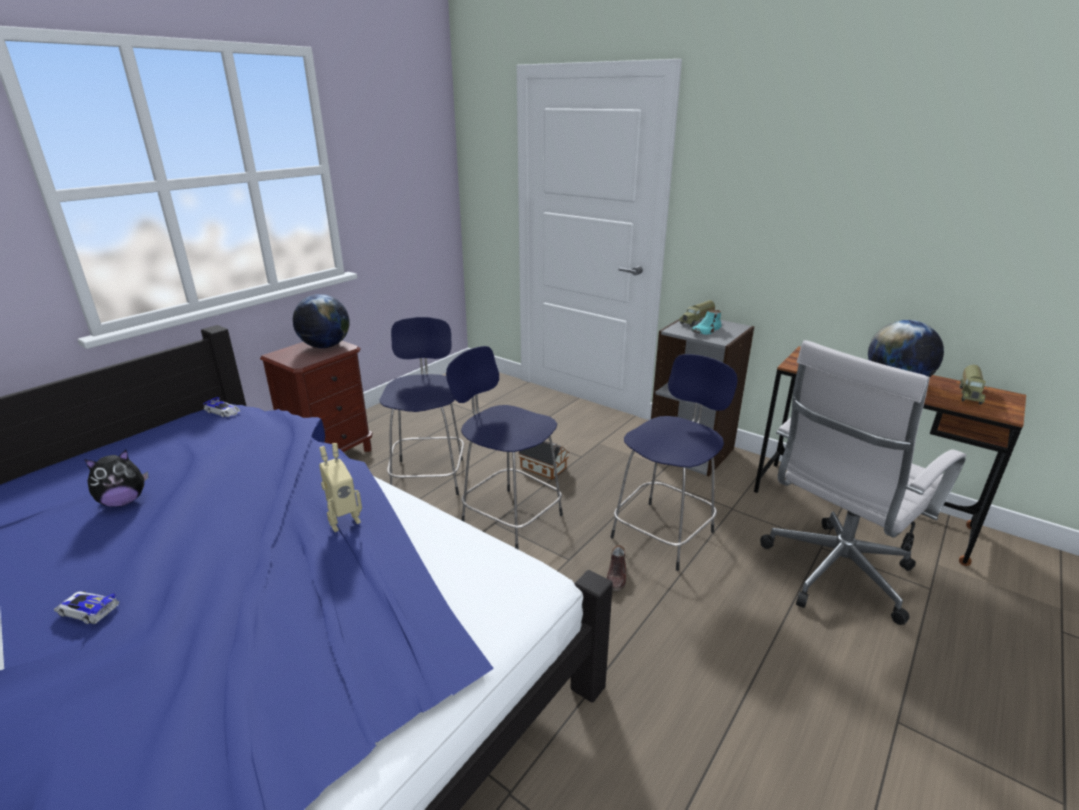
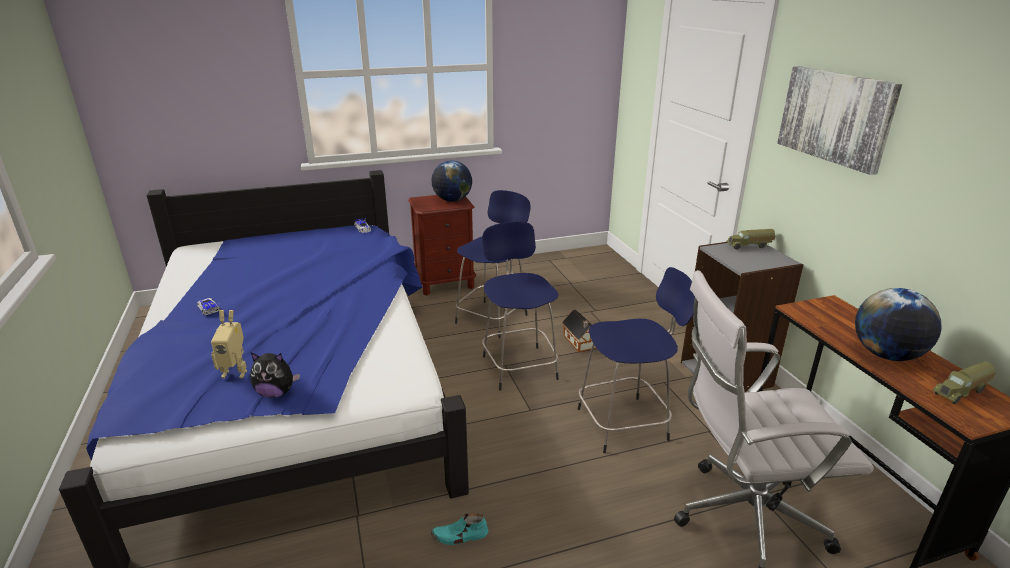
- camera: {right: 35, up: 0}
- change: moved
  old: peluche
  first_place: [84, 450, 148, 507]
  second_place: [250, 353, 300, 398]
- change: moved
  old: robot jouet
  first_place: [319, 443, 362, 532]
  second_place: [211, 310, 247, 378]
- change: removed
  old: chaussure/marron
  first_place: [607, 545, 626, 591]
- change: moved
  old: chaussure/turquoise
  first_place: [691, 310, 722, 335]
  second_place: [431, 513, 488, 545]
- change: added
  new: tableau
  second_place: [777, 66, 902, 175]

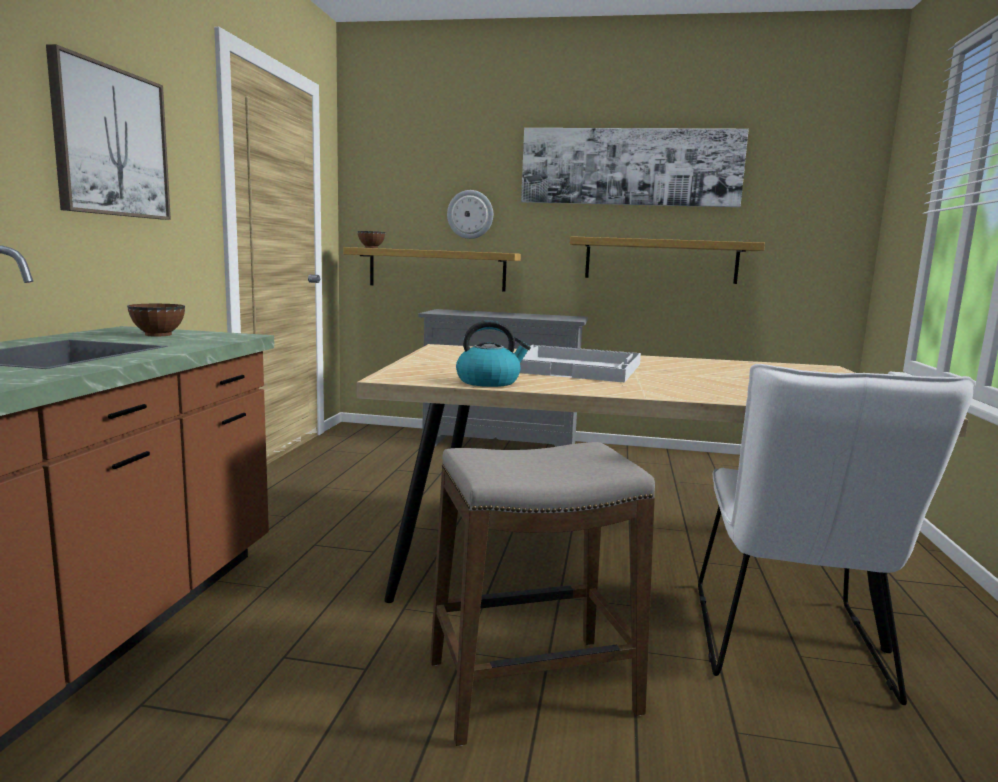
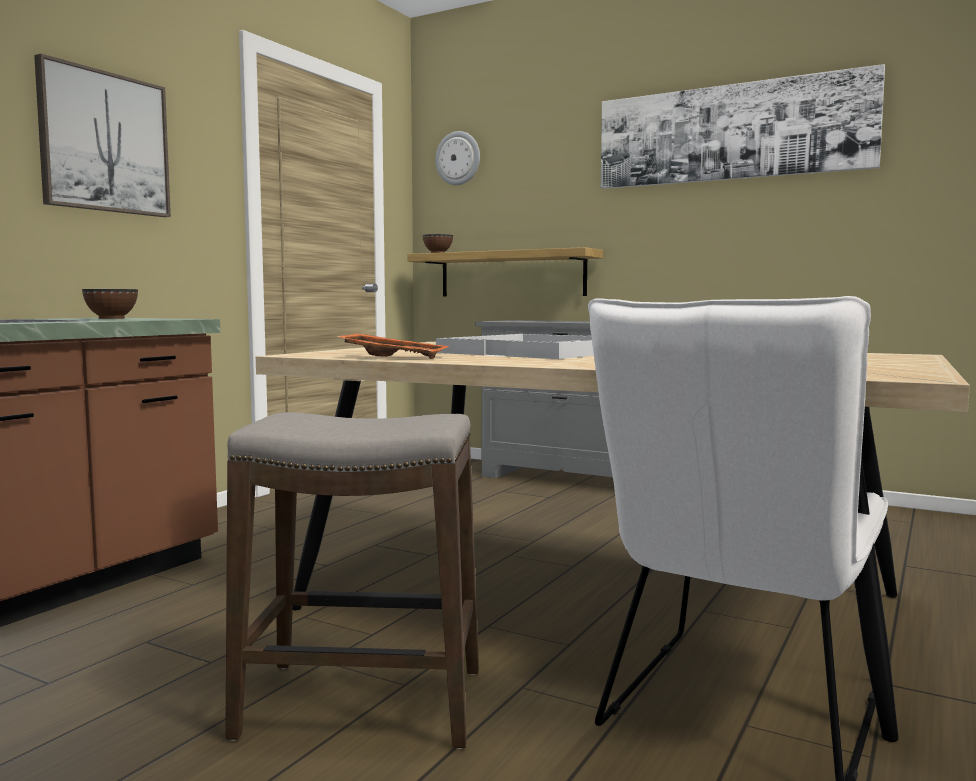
- camera: {right: 20, up: -5}
- change: moved
  old: horloge murale
  first_place: [447, 190, 493, 239]
  second_place: [435, 131, 480, 185]
- change: replaced
  old: bouilloire
  new: plateau/orange
  first_place: [456, 321, 531, 387]
  second_place: [337, 334, 449, 359]
- change: removed
  old: étagère
  first_place: [570, 236, 765, 284]

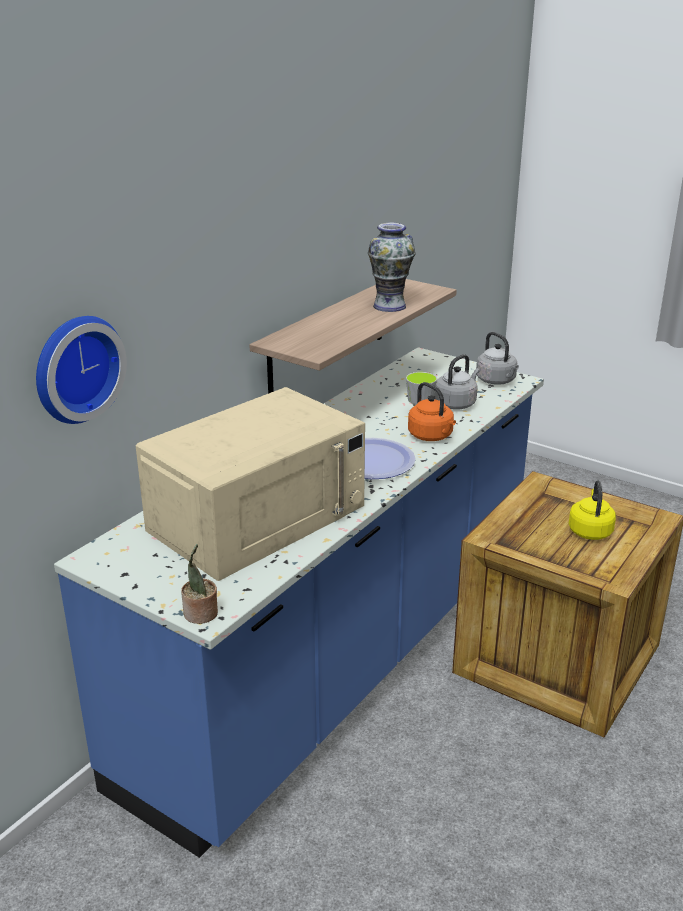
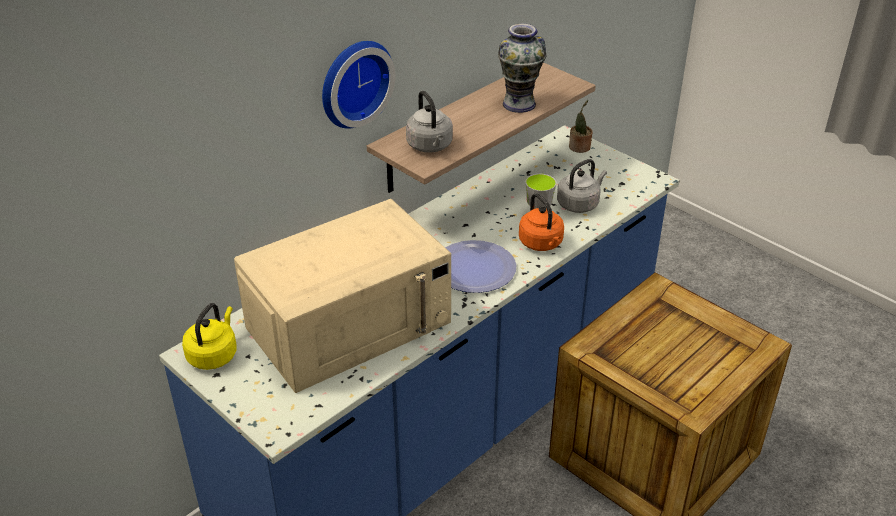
- camera: {right: 10, up: 10}
- change: moved
  old: horloge murale
  first_place: [36, 316, 127, 424]
  second_place: [322, 41, 395, 129]
- change: moved
  old: plante en pot
  first_place: [181, 544, 218, 624]
  second_place: [569, 100, 593, 153]
- change: moved
  old: bouilloire/gris
  first_place: [476, 332, 519, 385]
  second_place: [406, 91, 453, 153]
- change: moved
  old: bouilloire/jaune
  first_place: [568, 480, 616, 540]
  second_place: [182, 303, 237, 370]

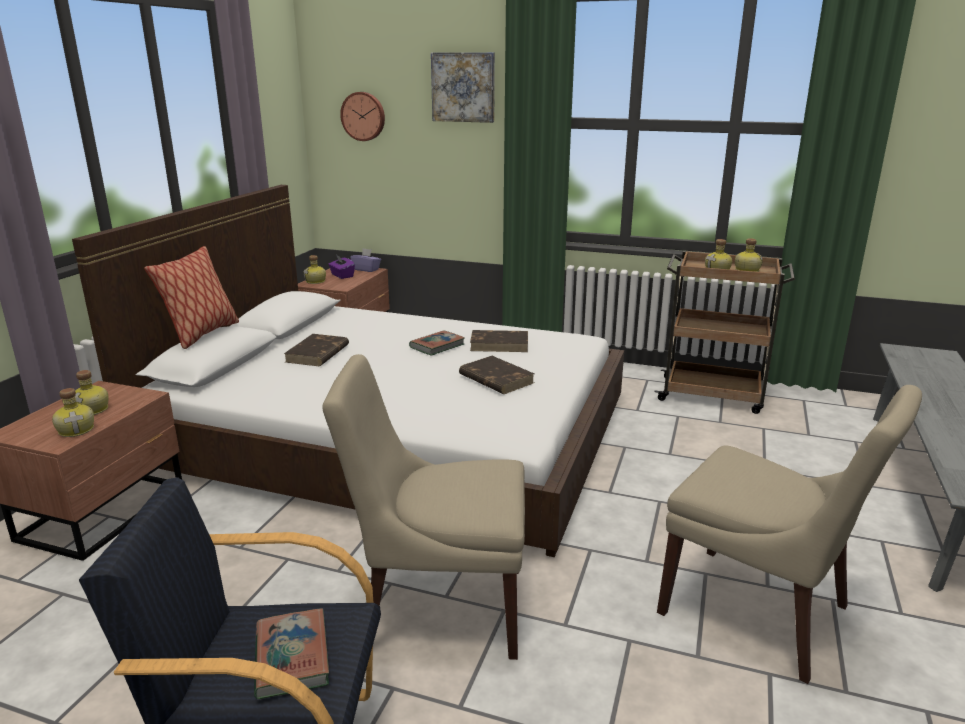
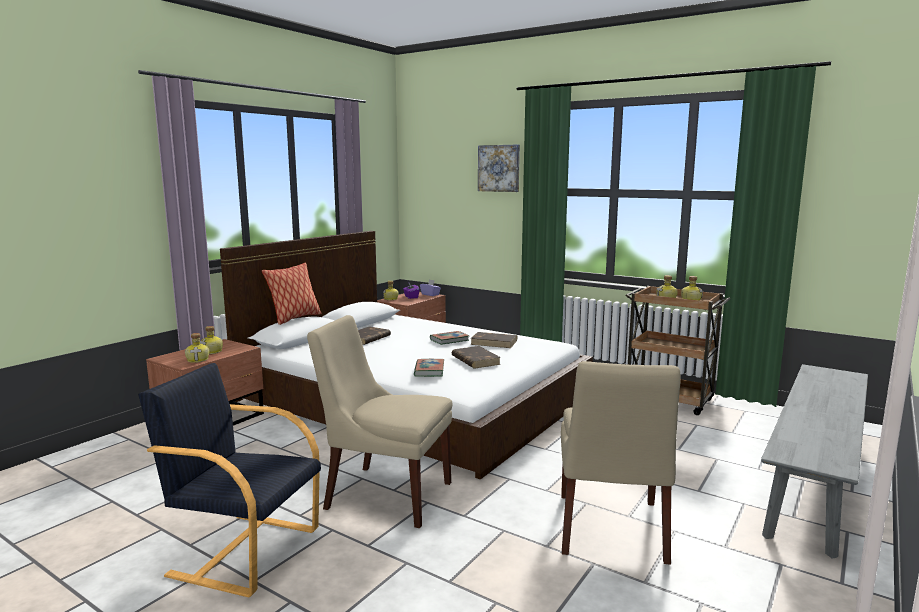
- camera: {right: 15, up: -10}
- change: moved
  old: livre
  first_place: [254, 608, 329, 700]
  second_place: [414, 359, 444, 377]
- change: removed
  old: horloge murale
  first_place: [340, 92, 385, 141]
- change: turned
  old: chaise/beige
  first_place: [657, 385, 922, 684]
  second_place: [561, 361, 681, 565]
  degrees: 45

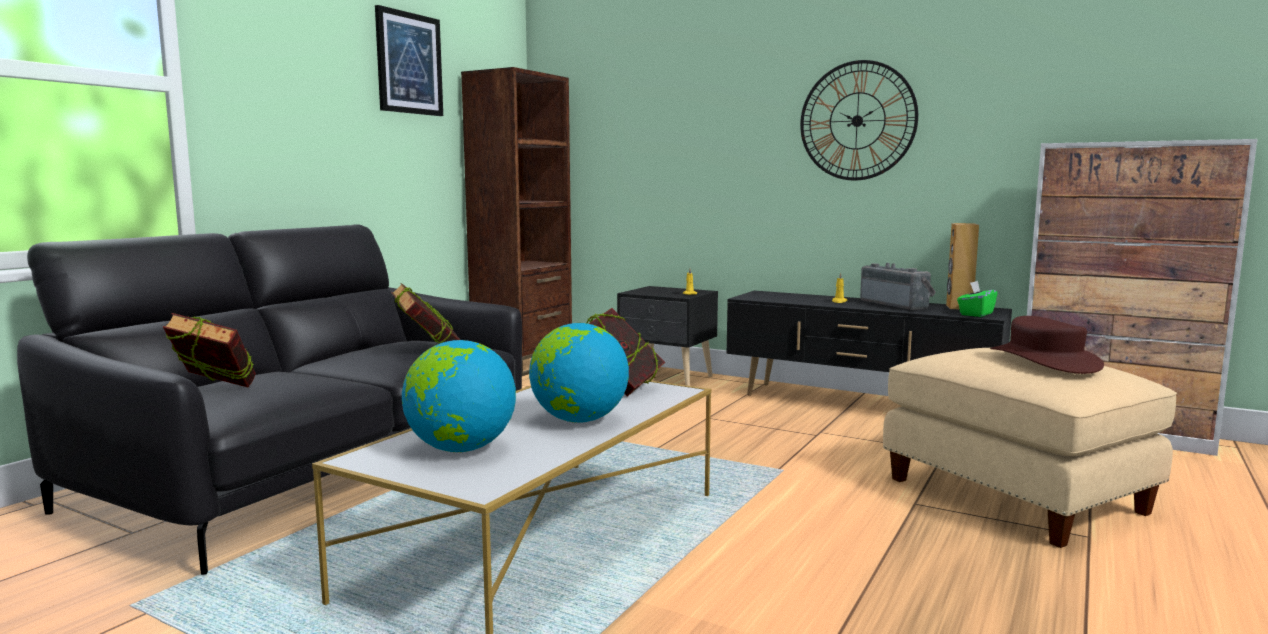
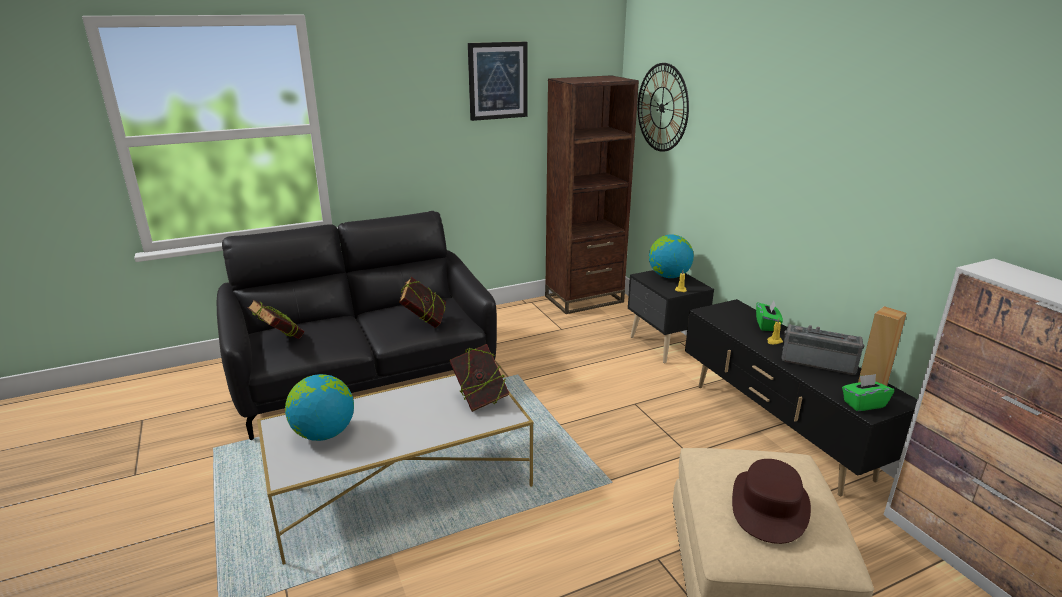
- camera: {right: 35, up: 15}
- change: moved
  old: globe
  first_place: [529, 323, 629, 423]
  second_place: [649, 234, 694, 278]
- change: moved
  old: horloge murale
  first_place: [800, 60, 918, 181]
  second_place: [638, 63, 689, 152]
- change: turned
  old: radio
  first_place: [860, 263, 936, 310]
  second_place: [781, 324, 864, 375]
  degrees: -75
- change: added
  new: boîte à mouchoirs/vert
  second_place: [756, 301, 783, 331]

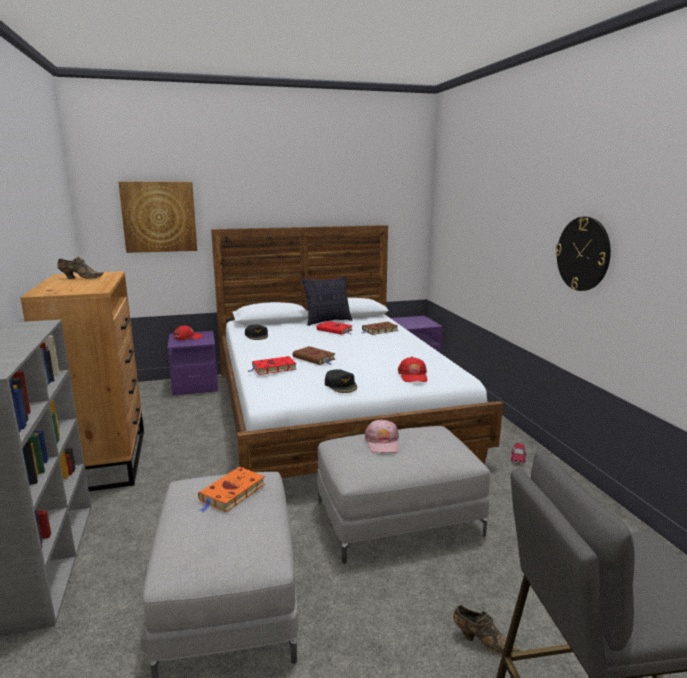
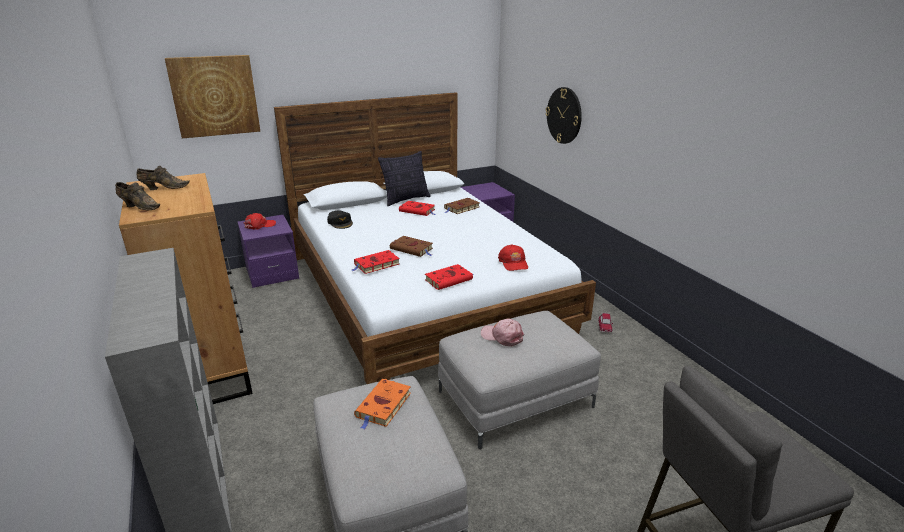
- camera: {right: -10, up: 10}
- change: replaced
  old: casquette/noir
  new: livre/rouge
  first_place: [325, 370, 357, 393]
  second_place: [425, 264, 474, 290]
- change: turned
  old: casquette/rose
  first_place: [364, 419, 399, 453]
  second_place: [481, 319, 524, 347]
  degrees: 135
- change: moved
  old: chaussure/marron
  first_place: [453, 605, 519, 655]
  second_place: [115, 182, 160, 210]
- change: moved
  old: horloge murale
  first_place: [555, 217, 611, 291]
  second_place: [545, 87, 582, 144]

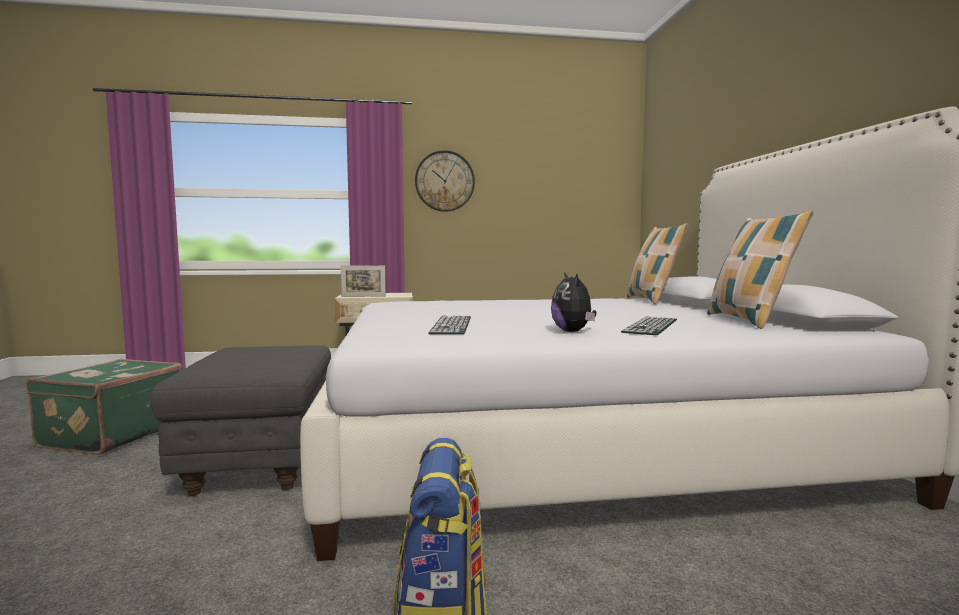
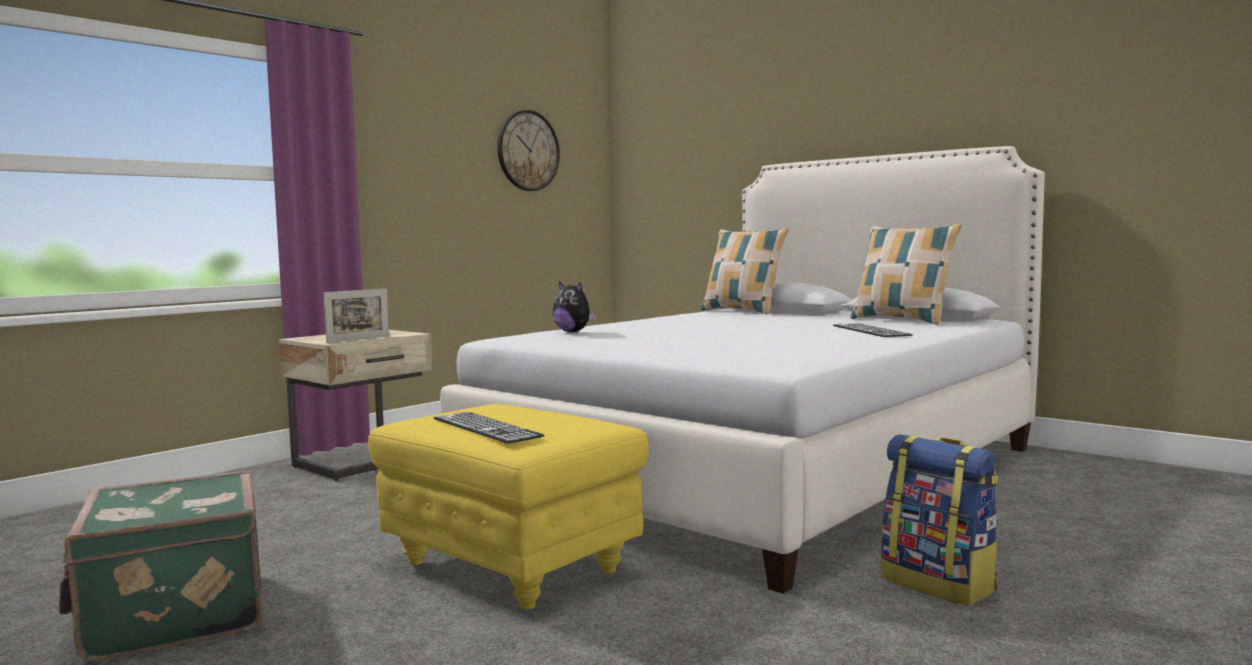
- camera: {right: -40, up: 0}
- change: recoloured
  old: pouf/gris
  new: pouf/jaune
  first_place: [150, 346, 331, 496]
  second_place: [368, 404, 649, 610]
- change: moved
  old: horloge murale
  first_place: [415, 150, 475, 212]
  second_place: [497, 110, 560, 191]
- change: moved
  old: clavier
  first_place: [429, 315, 471, 334]
  second_place: [434, 412, 545, 443]
- change: moved
  old: peluche
  first_place: [551, 272, 597, 332]
  second_place: [553, 282, 597, 333]

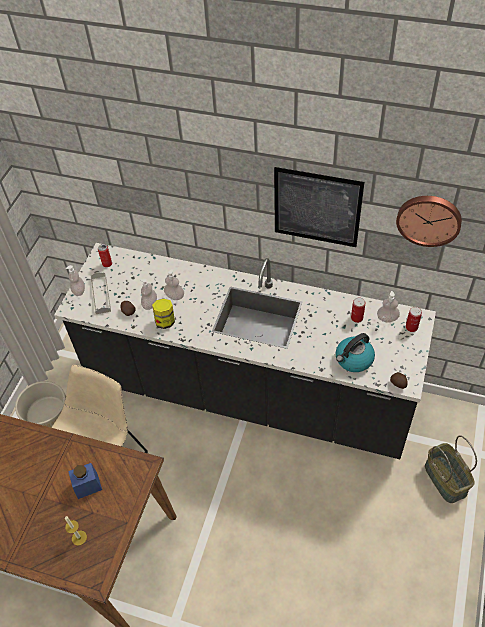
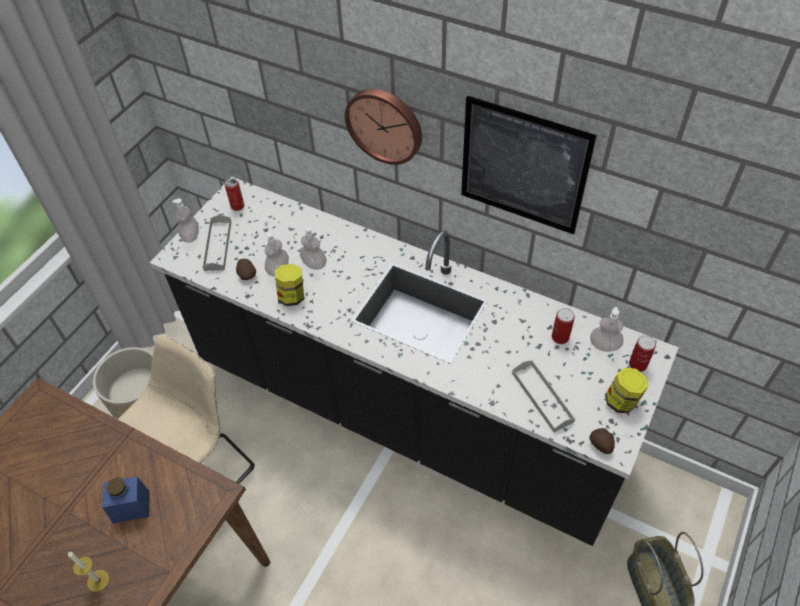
- camera: {right: 10, up: 0}
- change: replaced
  old: bouilloire
  new: plateau/gris
  first_place: [336, 333, 375, 372]
  second_place: [512, 360, 575, 432]
- change: moved
  old: horloge murale
  first_place: [396, 196, 462, 247]
  second_place: [345, 89, 422, 165]
- change: added
  new: bocal
  second_place: [605, 368, 649, 414]

